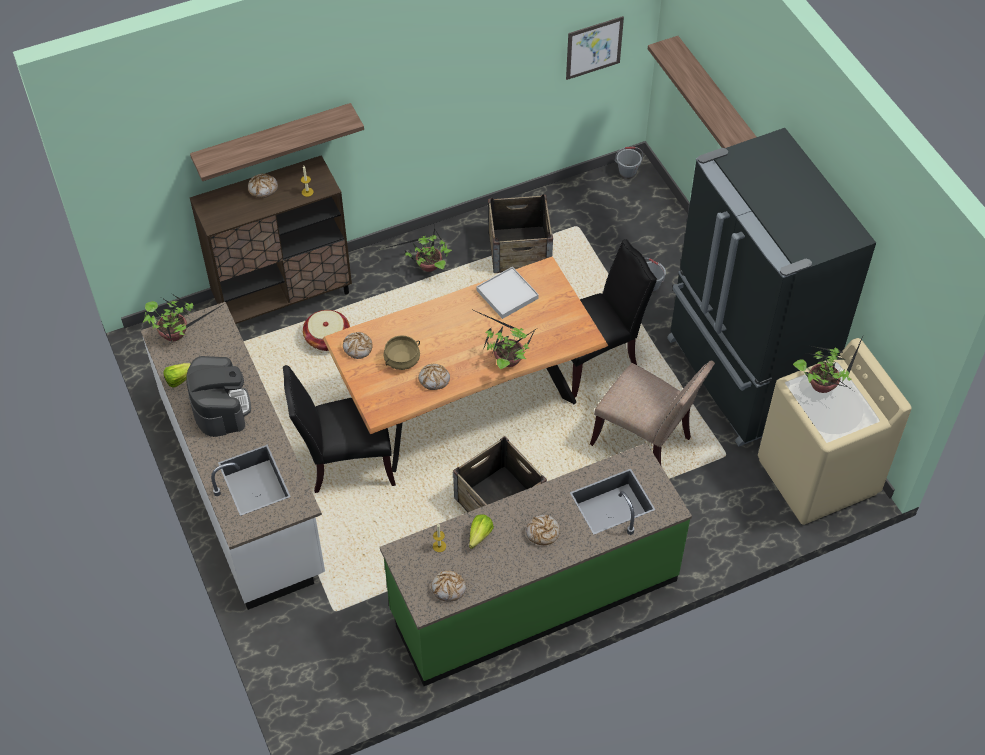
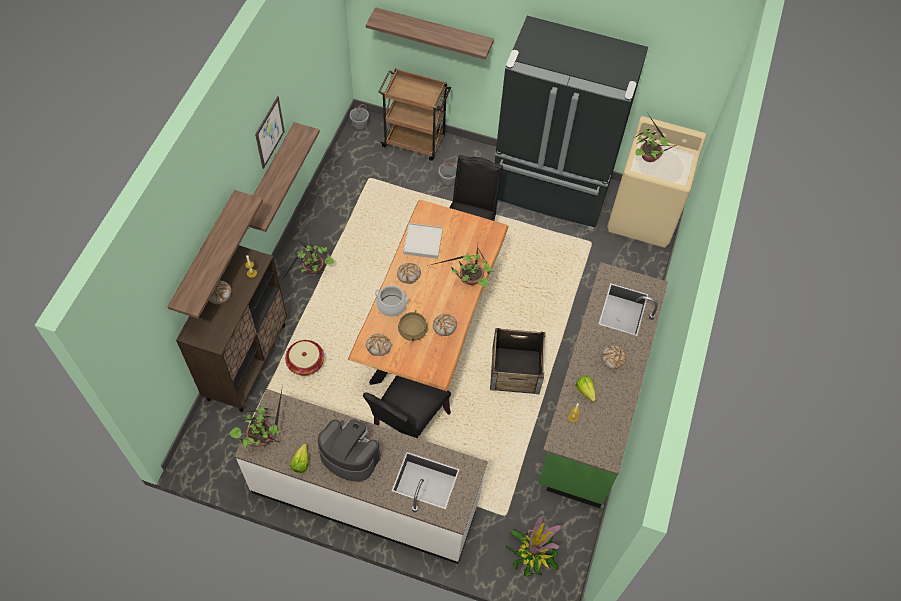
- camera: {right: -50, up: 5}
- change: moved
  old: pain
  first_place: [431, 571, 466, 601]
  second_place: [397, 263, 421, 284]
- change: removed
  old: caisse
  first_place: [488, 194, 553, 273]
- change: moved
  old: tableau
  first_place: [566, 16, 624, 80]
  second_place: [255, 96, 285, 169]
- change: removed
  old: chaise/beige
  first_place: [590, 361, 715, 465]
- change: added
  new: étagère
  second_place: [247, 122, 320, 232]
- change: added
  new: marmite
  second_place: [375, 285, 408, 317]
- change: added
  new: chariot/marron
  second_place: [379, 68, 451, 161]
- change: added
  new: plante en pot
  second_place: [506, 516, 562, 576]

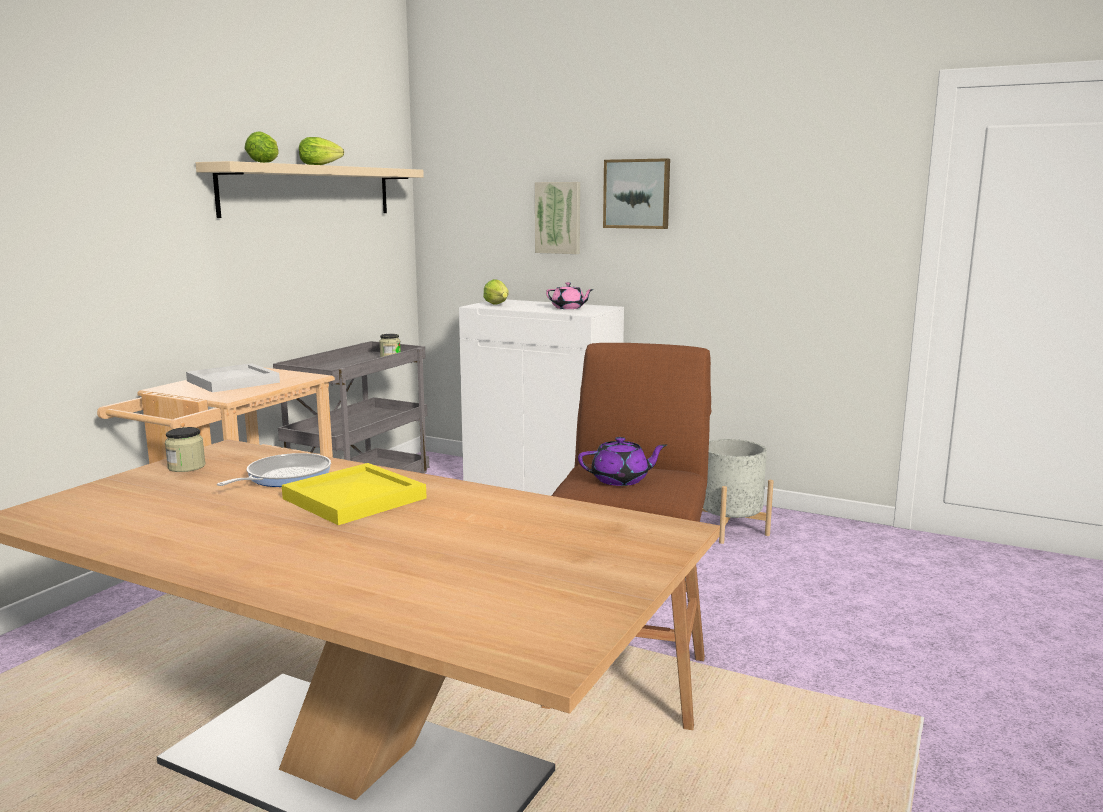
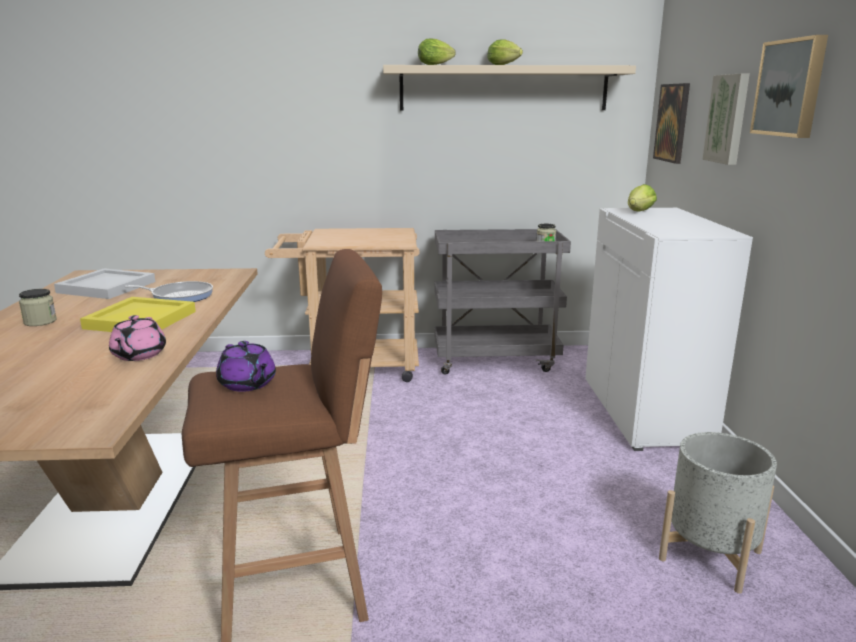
- camera: {right: 60, up: 5}
- change: moved
  old: bocal
  first_place: [165, 427, 205, 472]
  second_place: [19, 289, 57, 326]
- change: moved
  old: plateau/blanc
  first_place: [186, 363, 280, 393]
  second_place: [54, 268, 155, 299]
- change: moved
  old: théière/rose
  first_place: [546, 282, 594, 309]
  second_place: [109, 315, 166, 361]
- change: added
  new: tableau
  second_place: [653, 83, 690, 164]

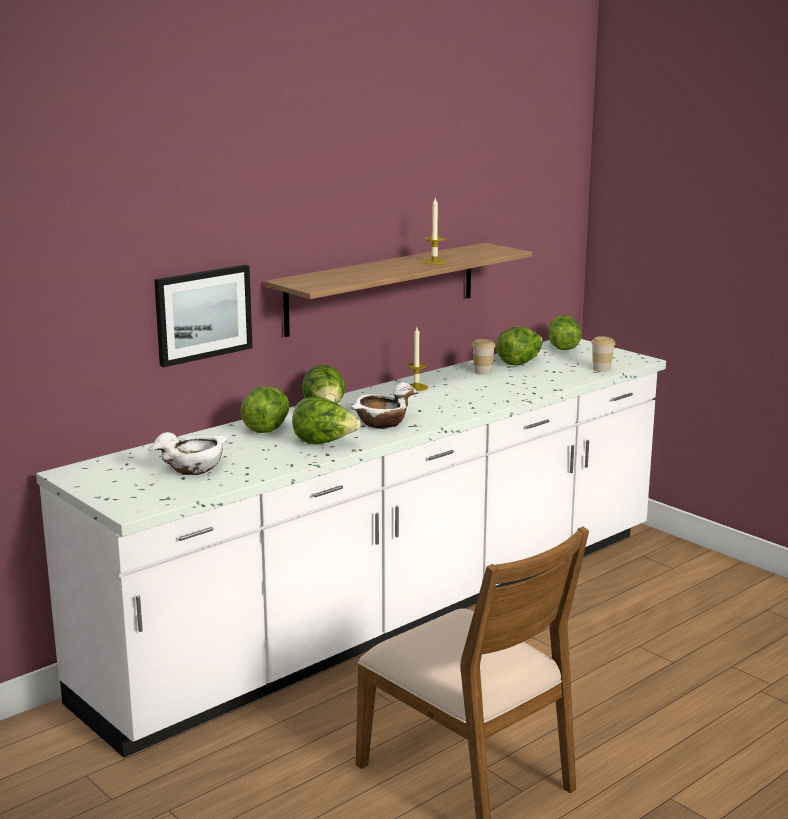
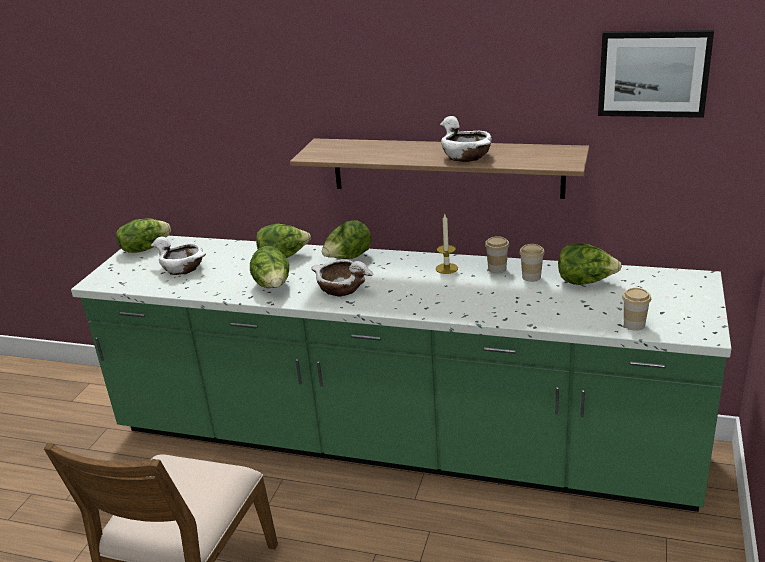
- camera: {right: 60, up: 10}
- change: recoloured
  old: comptoir de cuisine/blanc
  new: comptoir de cuisine/vert
  first_place: [36, 339, 666, 758]
  second_place: [71, 236, 731, 512]
- change: moved
  old: tableau
  first_place: [154, 265, 253, 367]
  second_place: [598, 30, 714, 118]
- change: replaced
  old: bougie
  new: bol/blanc
  first_place: [423, 198, 446, 264]
  second_place: [440, 116, 492, 162]
- change: moved
  old: laitue
  first_place: [548, 315, 581, 350]
  second_place: [116, 218, 171, 253]
- change: added
  new: tasse
  second_place: [485, 236, 509, 273]

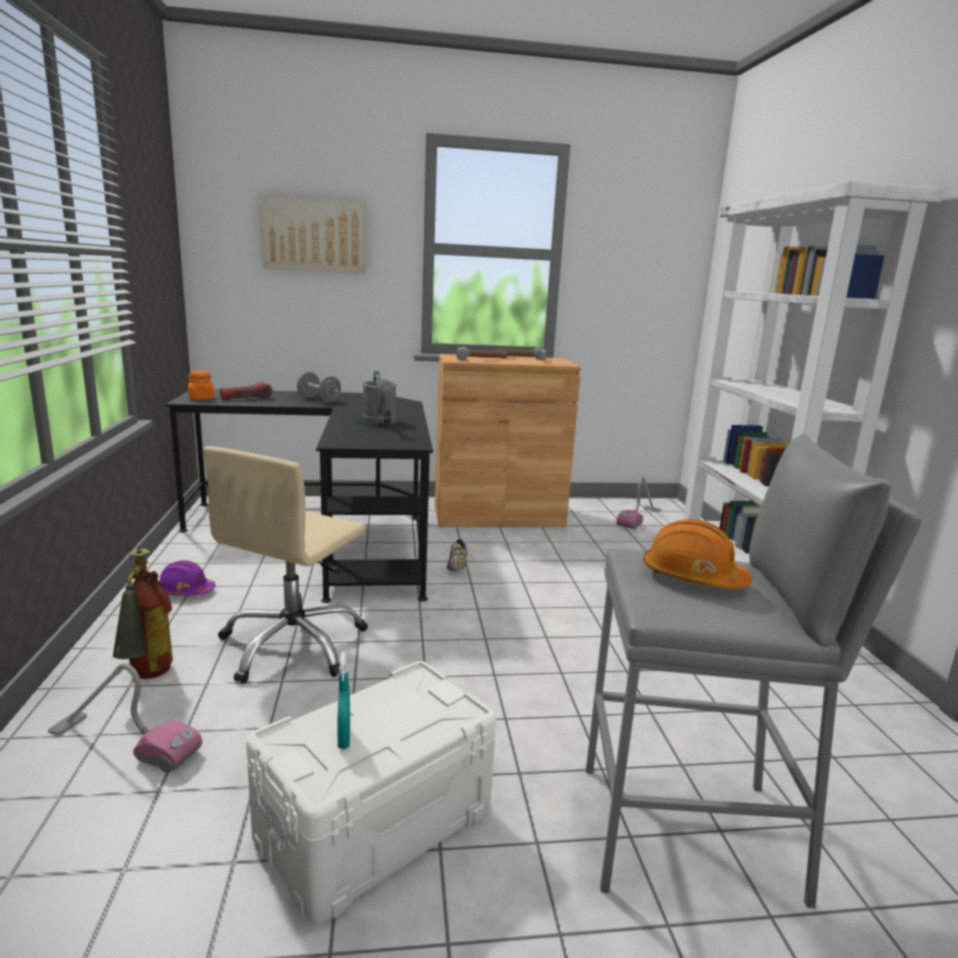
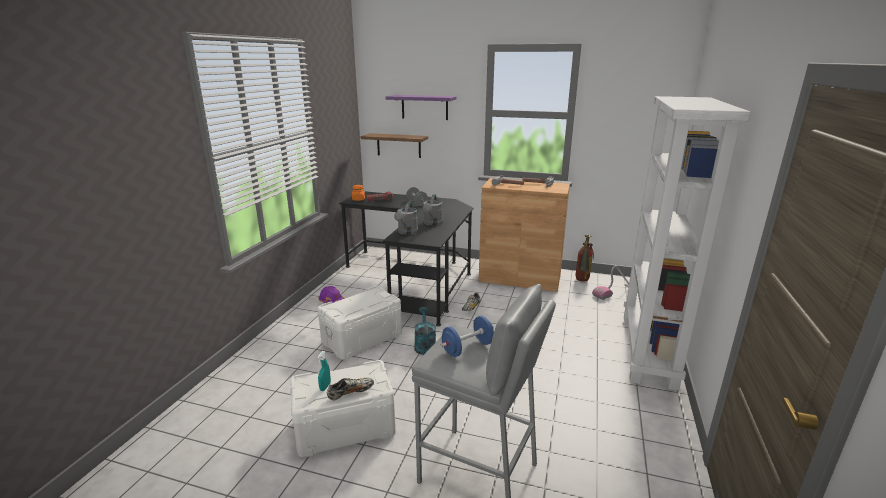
- camera: {right: 25, up: 5}
- change: removed
  old: aspirateur
  first_place: [48, 663, 202, 773]
- change: moved
  old: extincteur
  first_place: [113, 548, 173, 679]
  second_place: [575, 235, 594, 282]
- change: replaced
  old: chaise de bureau/beige
  new: boîte de rangement/blanc
  first_place: [203, 446, 368, 684]
  second_place: [318, 286, 402, 360]
- change: replaced
  old: tableau
  new: étagère/violet
  first_place: [260, 195, 366, 273]
  second_place: [385, 95, 456, 120]
- change: replaced
  old: casque de chantier/orange
  new: haltère/bleu
  first_place: [643, 519, 753, 589]
  second_place: [441, 316, 494, 357]
- change: added
  new: chaussure
  second_place: [327, 378, 374, 400]
- change: added
  new: étagère/marron
  second_place: [361, 133, 428, 158]
- change: added
  new: arrosoir/gris
  second_place: [394, 202, 418, 235]
- change: added
  new: arrosoir/turquoise
  second_place: [414, 307, 436, 355]

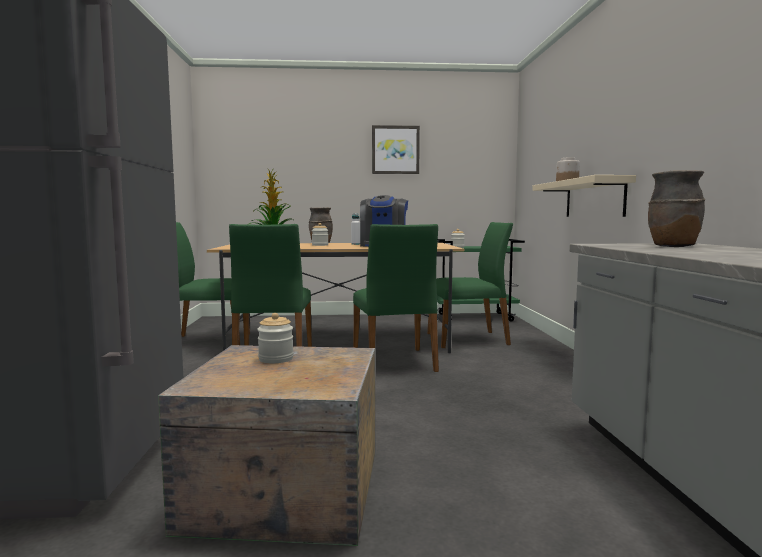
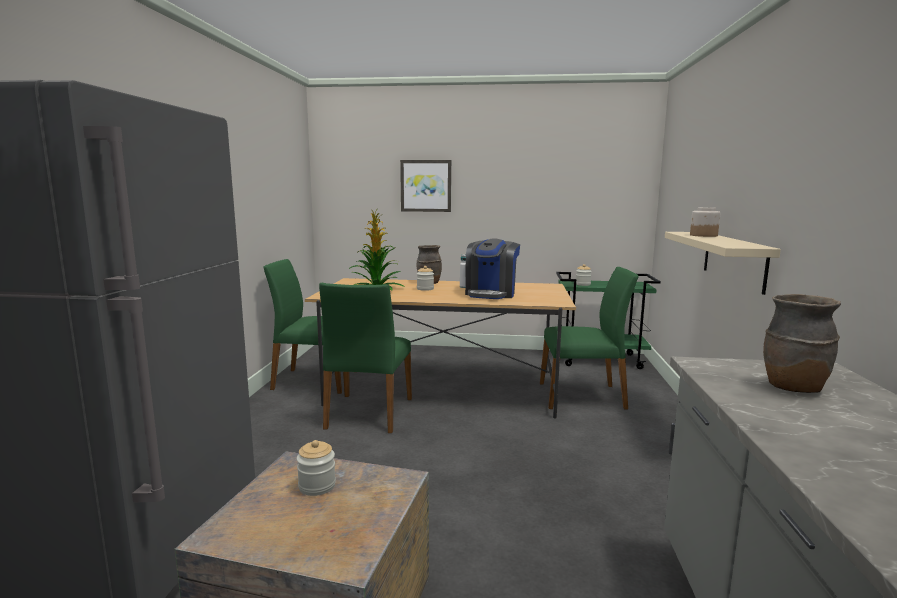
- camera: {right: 10, up: 5}
- change: removed
  old: chaise/vert
  first_place: [353, 224, 439, 372]
- change: moved
  old: tableau
  first_place: [372, 125, 420, 174]
  second_place: [400, 160, 451, 212]

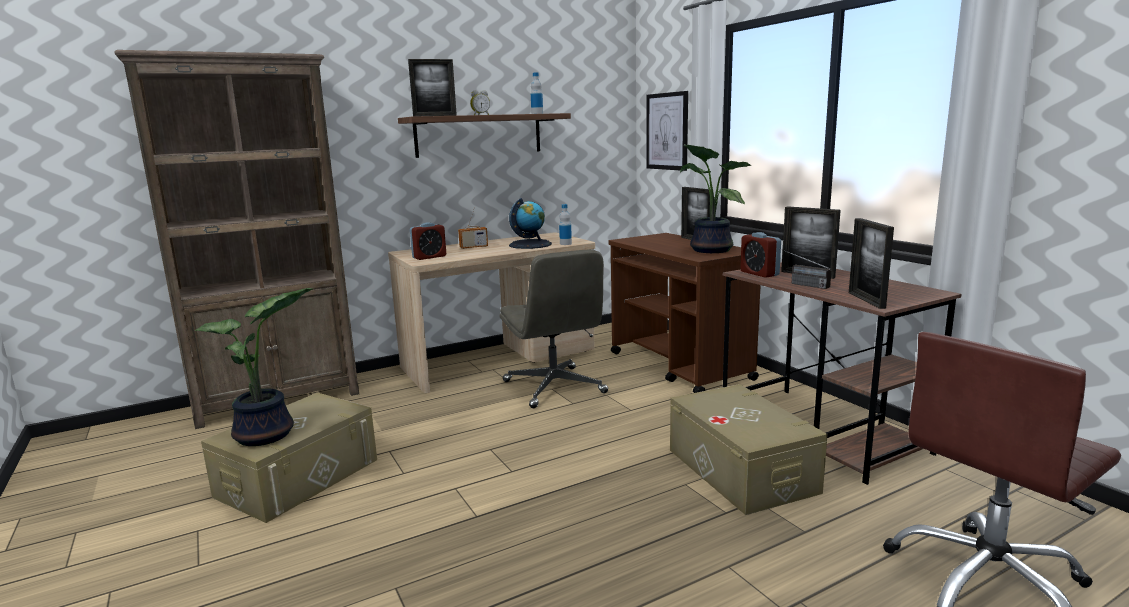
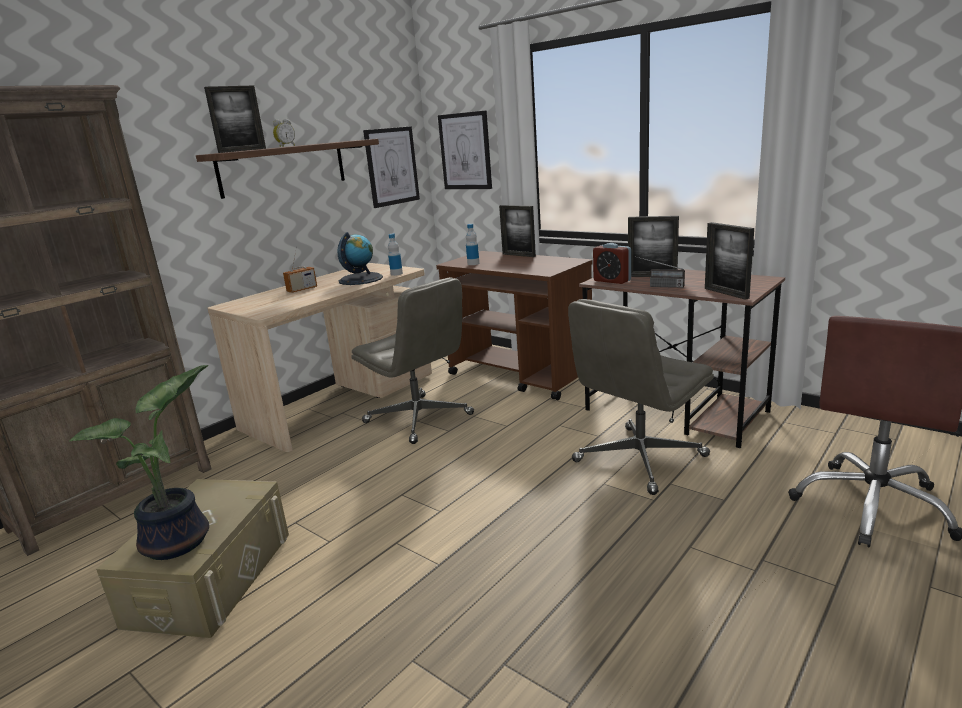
- camera: {right: -20, up: 5}
- change: removed
  old: réveil
  first_place: [410, 223, 446, 260]
- change: moved
  old: bouteille
  first_place: [531, 72, 543, 114]
  second_place: [466, 224, 479, 265]
- change: replaced
  old: boîte de rangement/beige
  new: chaise de bureau/gris
  first_place: [670, 384, 828, 515]
  second_place: [568, 299, 714, 495]
- change: removed
  old: plante en pot
  first_place: [680, 144, 751, 253]
- change: added
  new: tableau
  second_place: [363, 126, 420, 208]

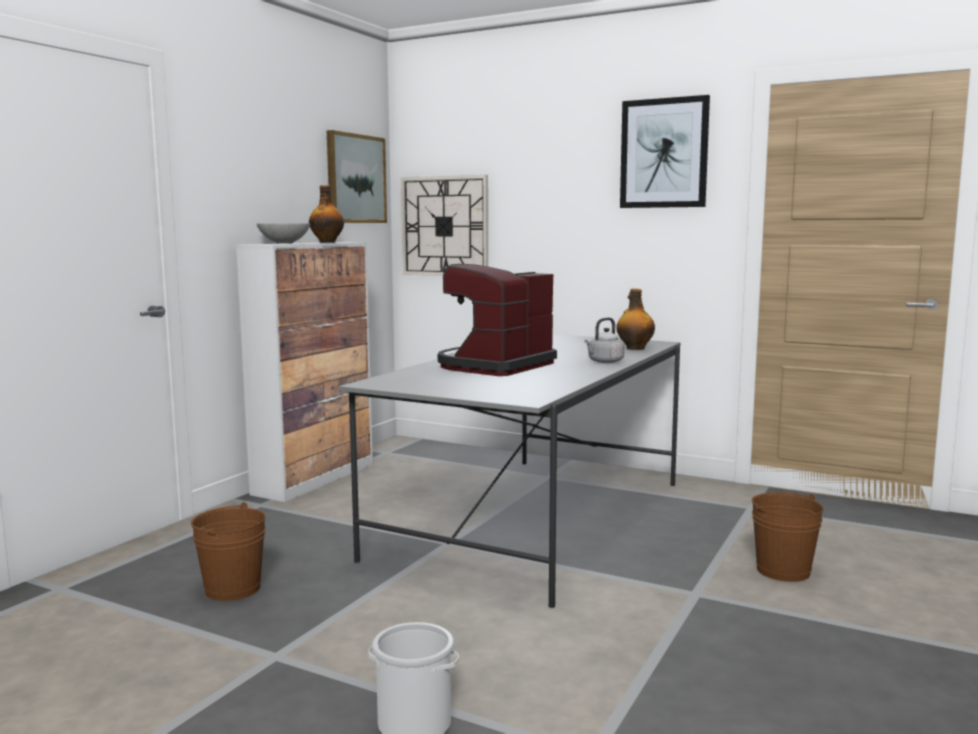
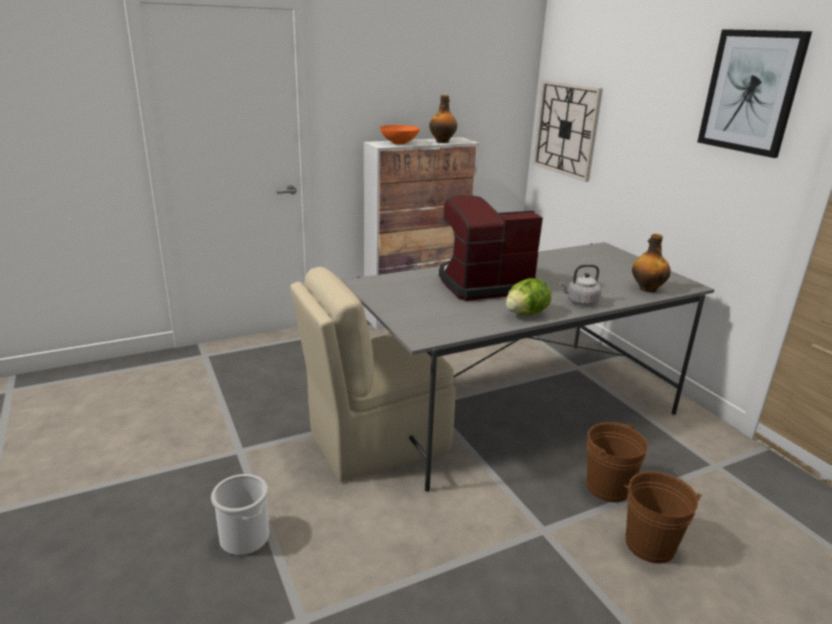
- camera: {right: 35, up: 15}
- change: moved
  old: seau/marron
  first_place: [191, 502, 266, 601]
  second_place: [586, 422, 648, 502]
- change: recoloured
  old: bol/gris
  new: bol/orange
  first_place: [257, 223, 310, 244]
  second_place: [380, 125, 420, 145]
- change: removed
  old: tableau
  first_place: [327, 130, 387, 223]
- change: added
  new: chaise/beige
  second_place: [290, 267, 456, 482]
- change: added
  new: laitue
  second_place: [506, 278, 551, 316]

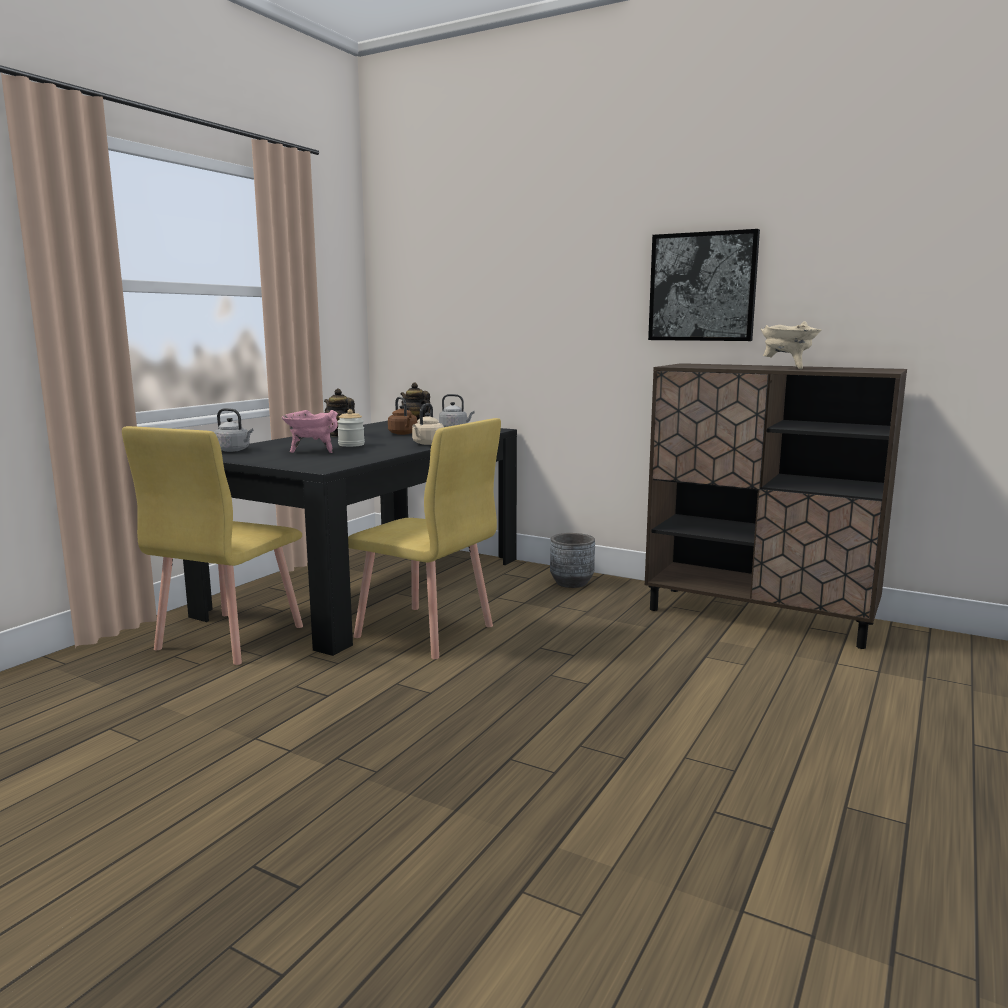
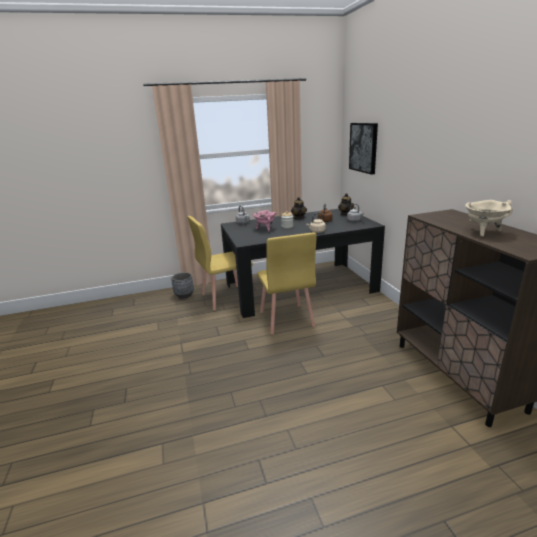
- camera: {right: 45, up: 10}
- change: moved
  old: cache-pot/gris
  first_place: [550, 533, 595, 588]
  second_place: [171, 272, 194, 299]
- change: moved
  old: tableau
  first_place: [648, 229, 760, 341]
  second_place: [349, 123, 378, 175]

